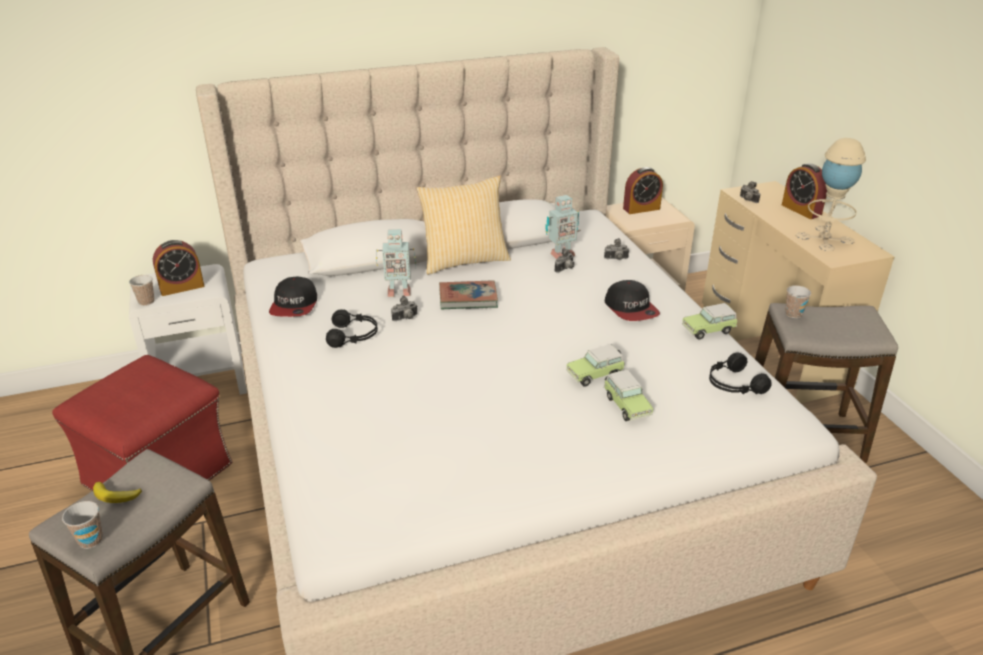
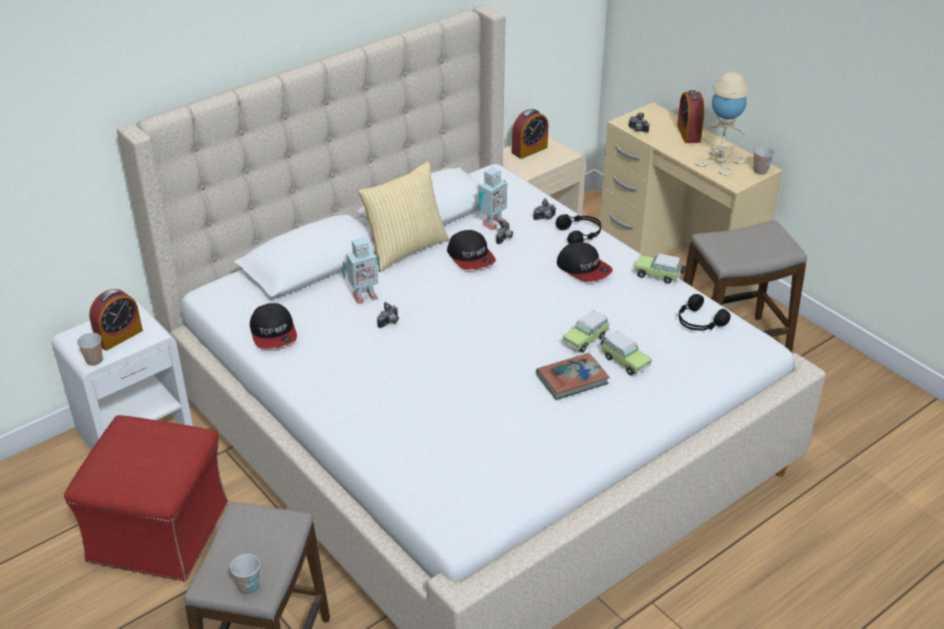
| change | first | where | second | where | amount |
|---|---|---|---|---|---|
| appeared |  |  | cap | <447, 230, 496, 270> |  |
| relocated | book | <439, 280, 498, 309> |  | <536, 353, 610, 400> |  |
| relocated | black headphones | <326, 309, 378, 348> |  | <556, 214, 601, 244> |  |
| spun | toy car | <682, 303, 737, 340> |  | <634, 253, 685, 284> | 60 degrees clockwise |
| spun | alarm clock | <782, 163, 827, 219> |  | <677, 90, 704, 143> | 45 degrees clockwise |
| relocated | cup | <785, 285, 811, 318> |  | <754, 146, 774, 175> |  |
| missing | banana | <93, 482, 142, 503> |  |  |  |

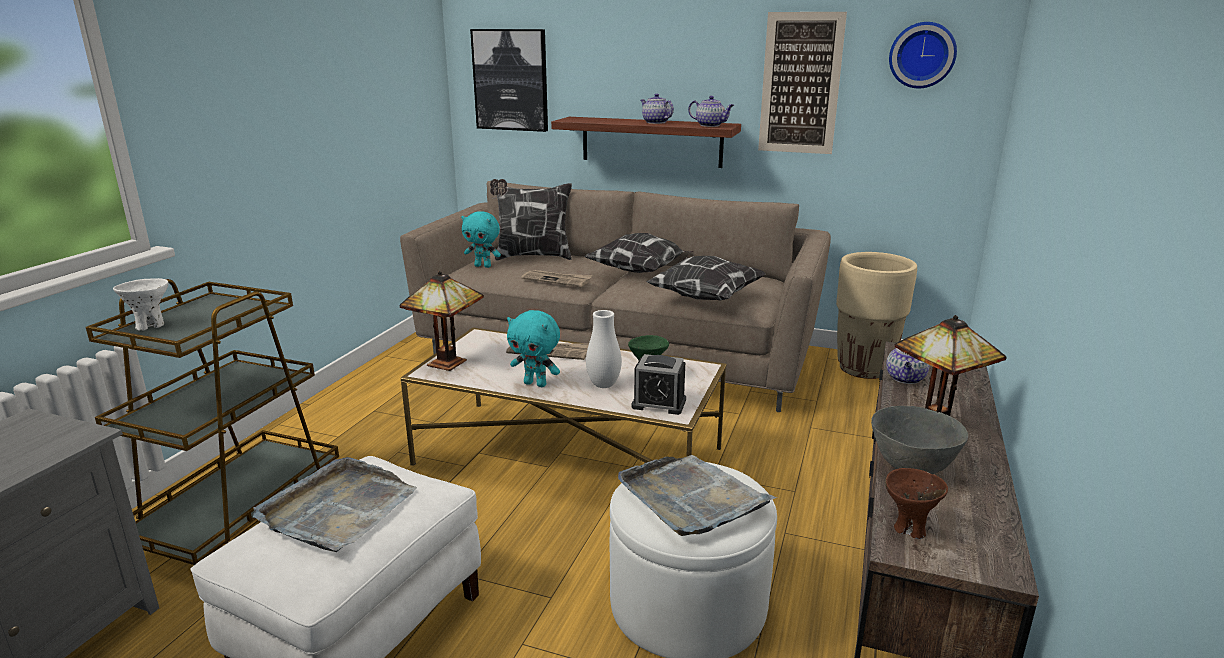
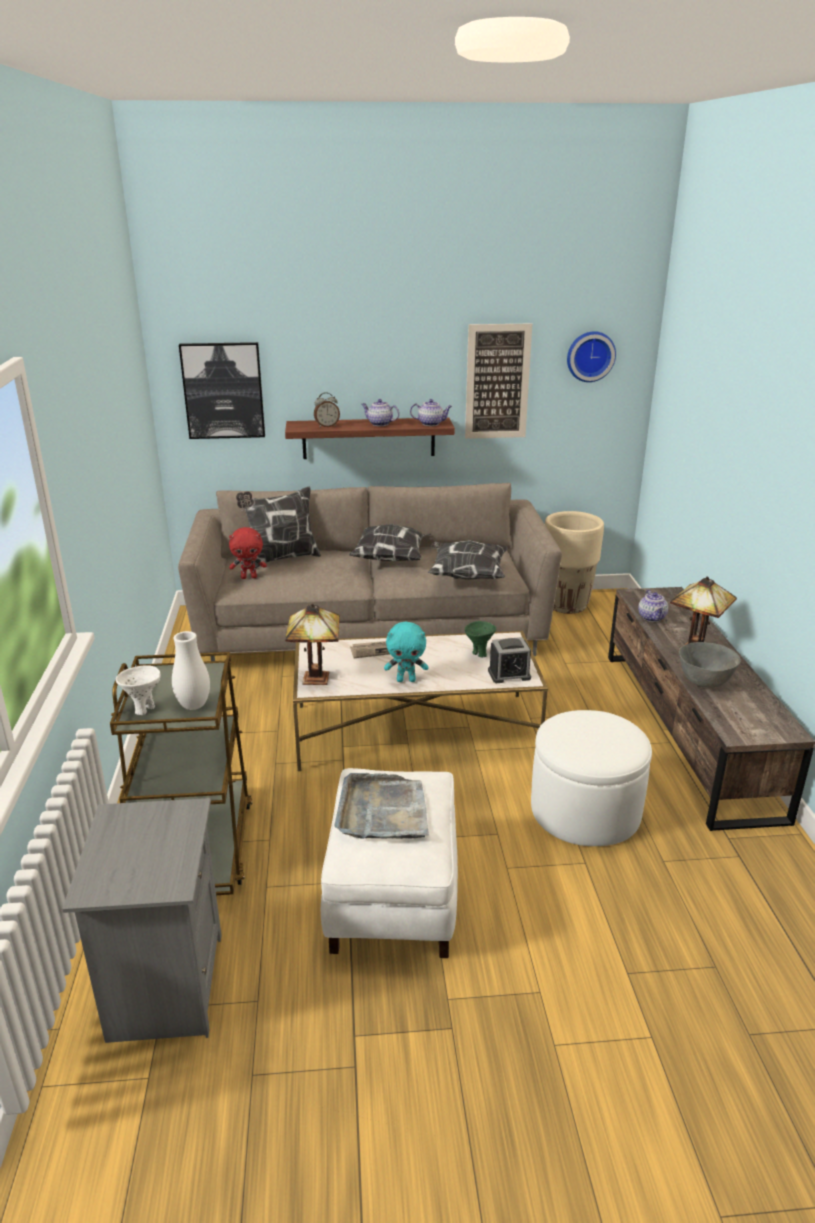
| change | first | where | second | where | amount |
|---|---|---|---|---|---|
| relocated | white vase | <586, 310, 622, 388> |  | <172, 631, 210, 710> |  |
| colour | turquoise plush toy | <461, 211, 501, 268> | red plush toy | <229, 527, 267, 579> |  |
| appeared |  |  | alarm clock | <314, 392, 340, 427> |  |
| missing | newspaper | <521, 270, 592, 287> |  |  |  |
| missing | grey tray | <618, 455, 777, 536> |  |  |  |
| missing | brown bowl | <885, 468, 948, 539> |  |  |  |

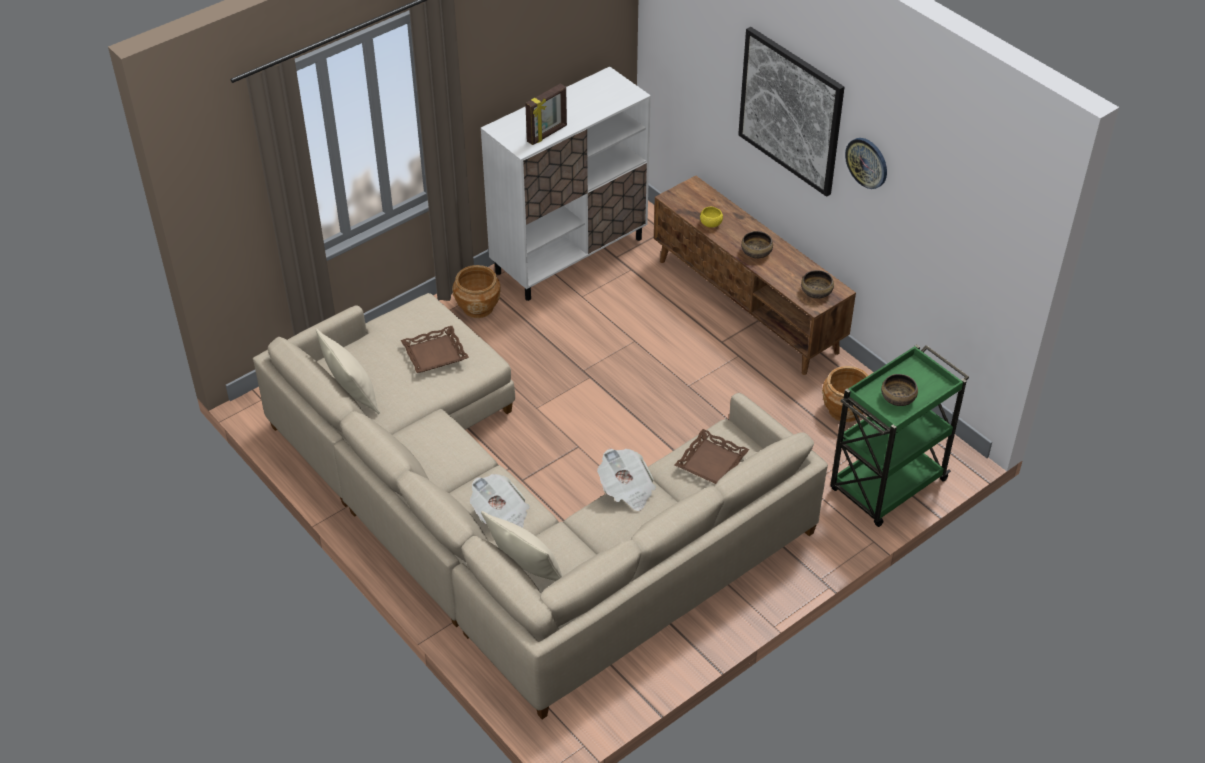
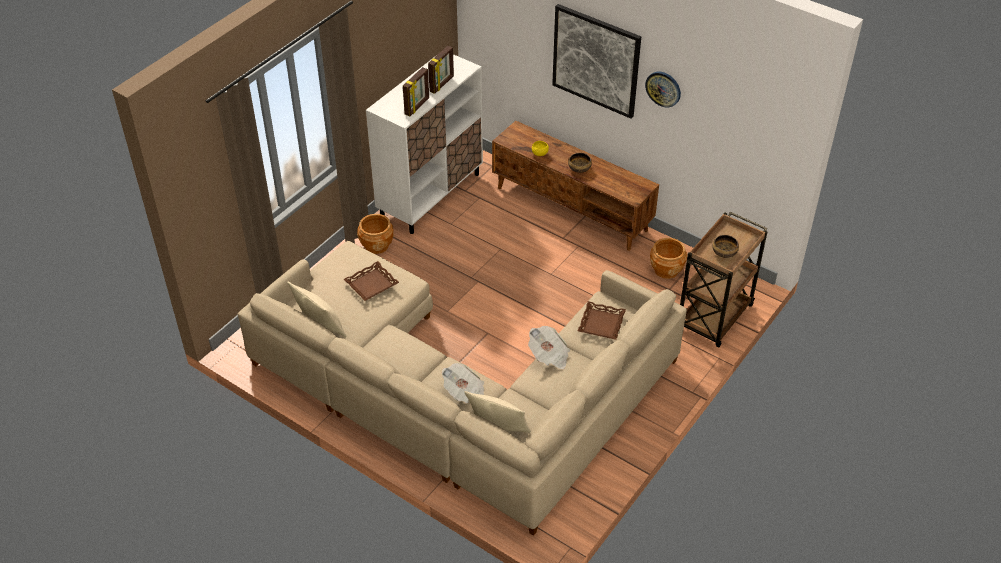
| change | first | where | second | where | amount |
|---|---|---|---|---|---|
| appeared |  |  | picture frame | <428, 46, 454, 94> |  |
| colour | green cart | <831, 344, 969, 527> | brown cart | <680, 212, 768, 348> |  |
| missing | bowl | <801, 270, 834, 299> |  |  |  |

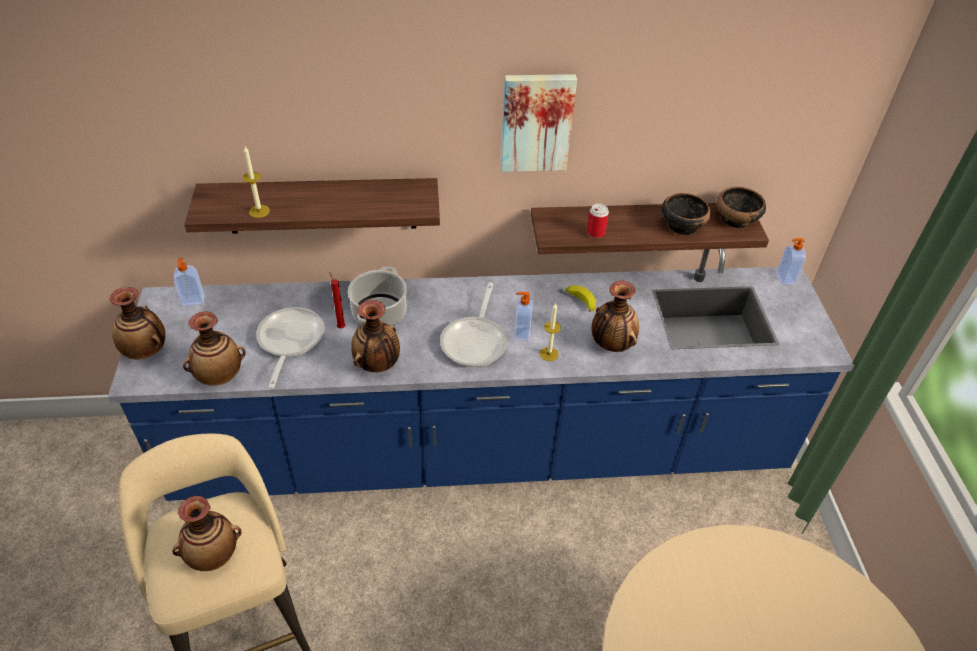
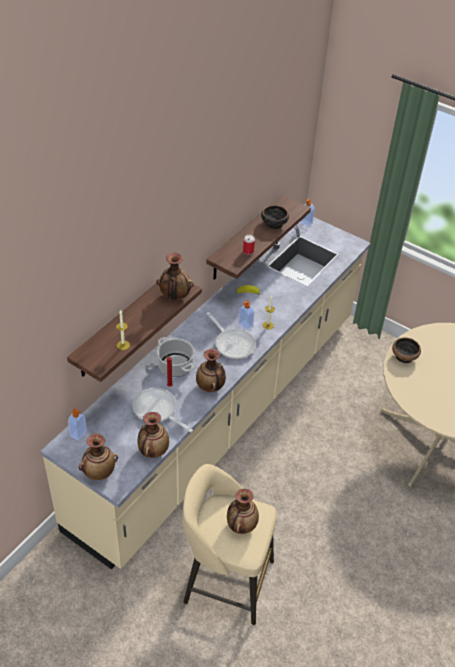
| change | first | where | second | where | amount |
|---|---|---|---|---|---|
| colour | blue counter | <108, 249, 854, 501> | beige counter | <40, 217, 371, 569> |  |
| relocated | vase | <592, 281, 639, 352> |  | <156, 253, 194, 300> |  |
| relocated | bowl | <717, 187, 766, 229> |  | <392, 337, 421, 363> |  |
| missing | picture | <501, 74, 577, 172> |  |  |  |

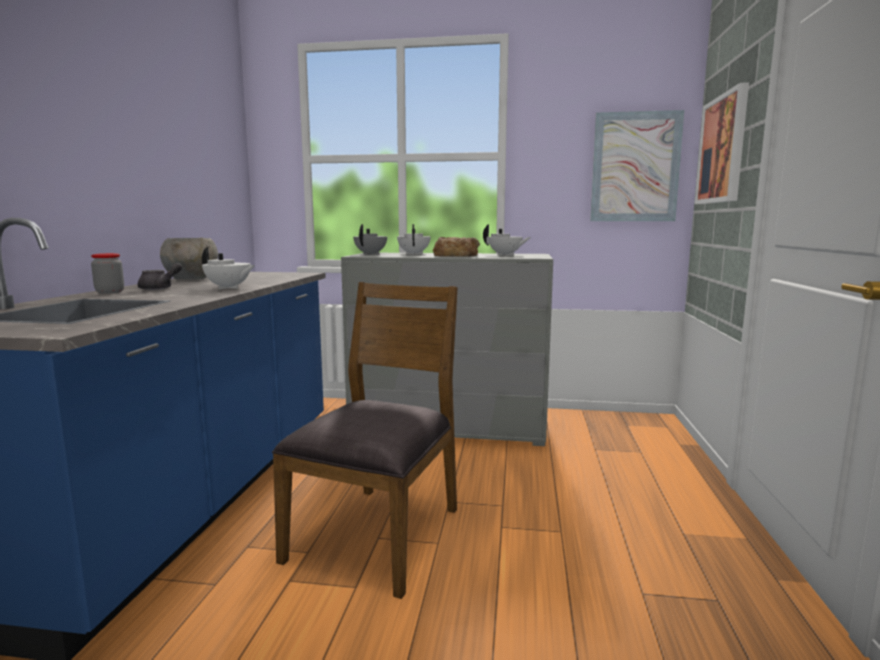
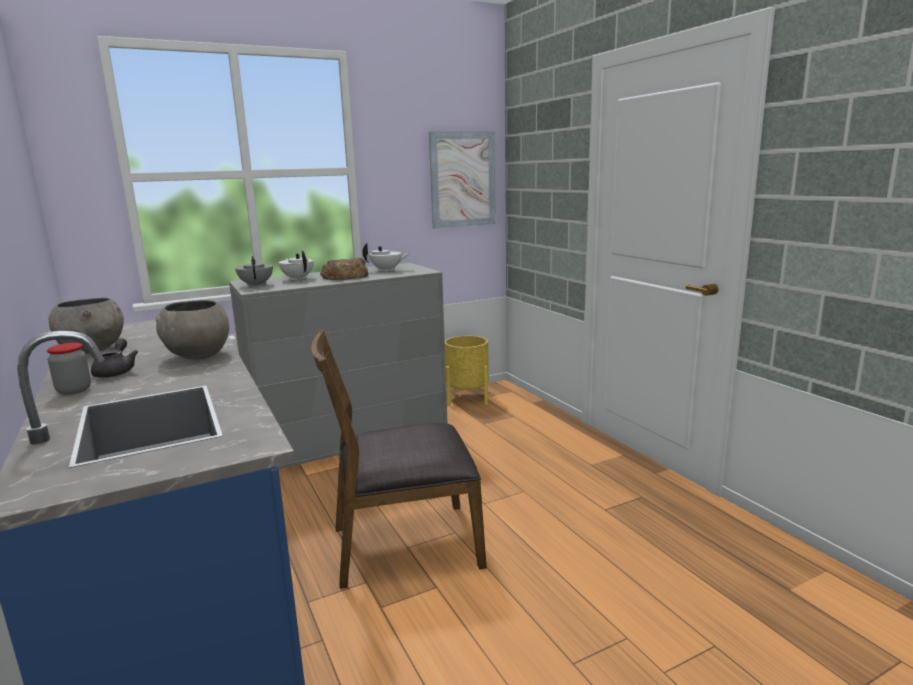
| change | first | where | second | where | amount |
|---|---|---|---|---|---|
| exchanged | white teapot | <202, 247, 255, 289> | grey bowl | <155, 300, 229, 360> |  |
| spun | brown chair | <272, 282, 458, 599> |  | <311, 330, 487, 589> | 90 degrees counterclockwise |
| appeared |  |  | yellow planter | <445, 335, 489, 406> |  |
| missing | picture | <695, 82, 749, 204> |  |  |  |

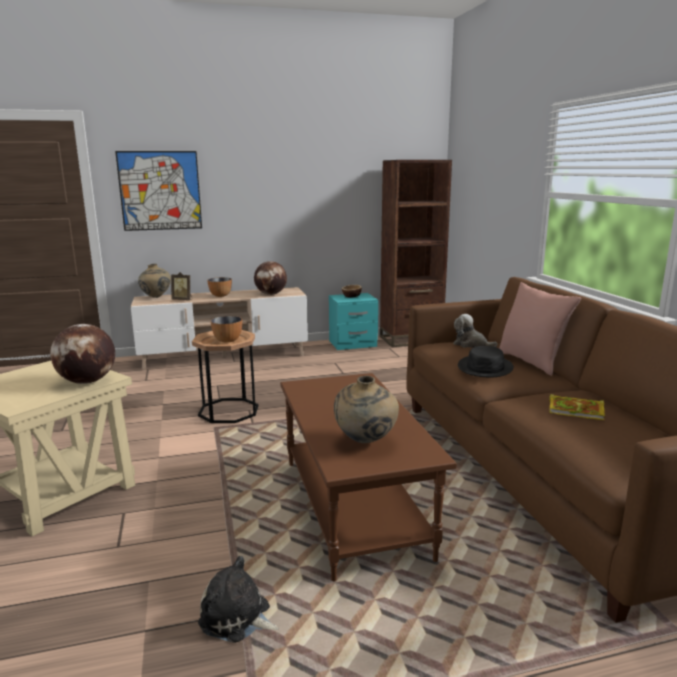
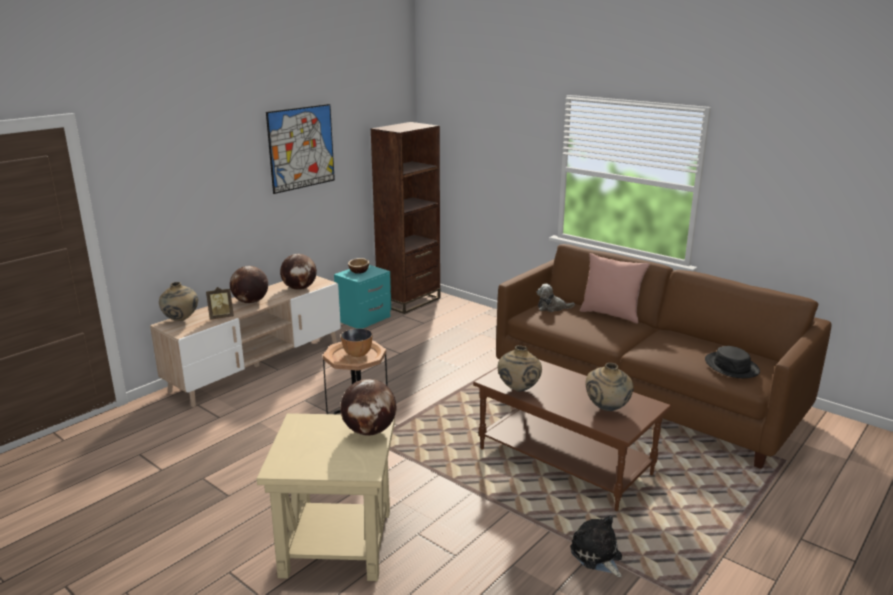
| change | first | where | second | where | amount |
|---|---|---|---|---|---|
| exchanged | bowl | <207, 277, 232, 297> | globe | <230, 266, 268, 304> |  |
| relocated | picture | <115, 151, 202, 231> |  | <266, 104, 335, 194> |  |
| appeared |  |  | beige vase | <498, 345, 542, 392> |  |
| spun | plush toy | <198, 556, 279, 643> |  | <570, 516, 622, 577> | 75 degrees clockwise |
| relocated | black hat | <458, 346, 514, 378> |  | <705, 346, 760, 378> |  |
| missing | book | <549, 394, 605, 420> |  |  |  |

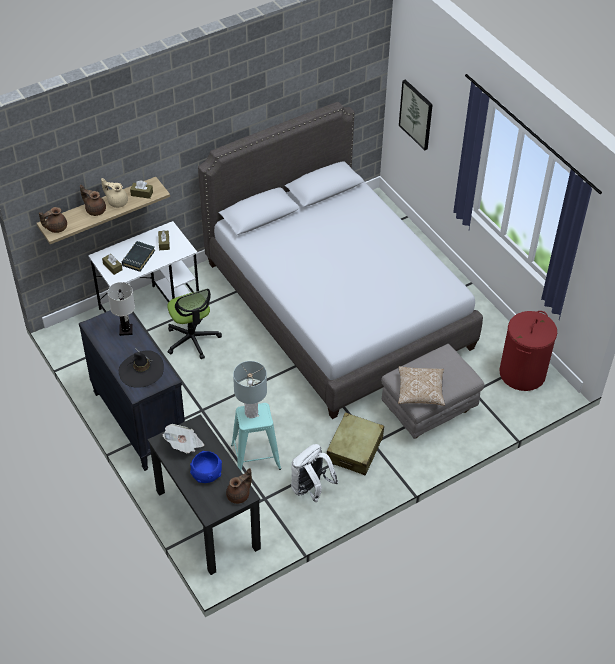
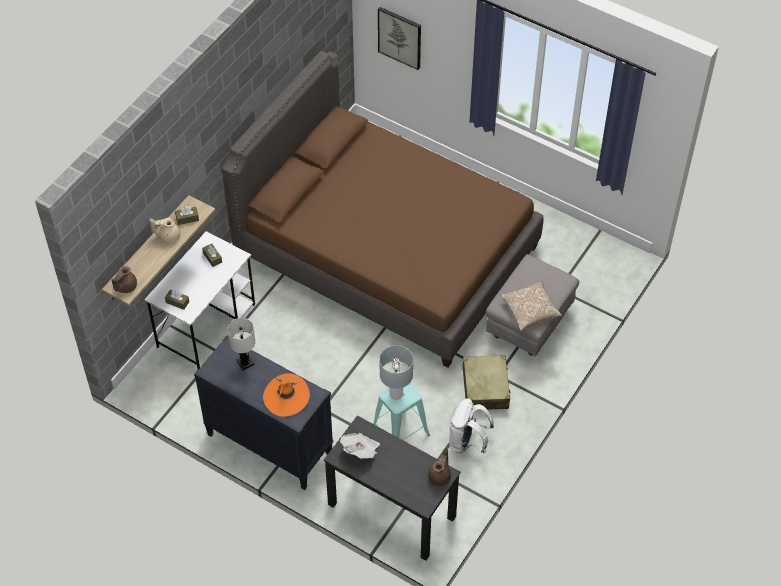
| change | first | where | second | where | amount |
|---|---|---|---|---|---|
| colour | grey bed | <198, 102, 483, 419> | brown bed | <222, 51, 544, 367> |  |
| colour | black hat | <119, 348, 164, 388> | orange hat | <263, 373, 310, 417> |  |
| missing | brown teapot | <80, 185, 106, 216> |  |  |  |
| missing | black book | <122, 241, 155, 272> |  |  |  |
| missing | office chair | <167, 288, 222, 359> |  |  |  |
| missing | blue bowl | <190, 451, 222, 483> |  |  |  |
| missing | red laundry basket | <500, 311, 557, 391> |  |  |  |

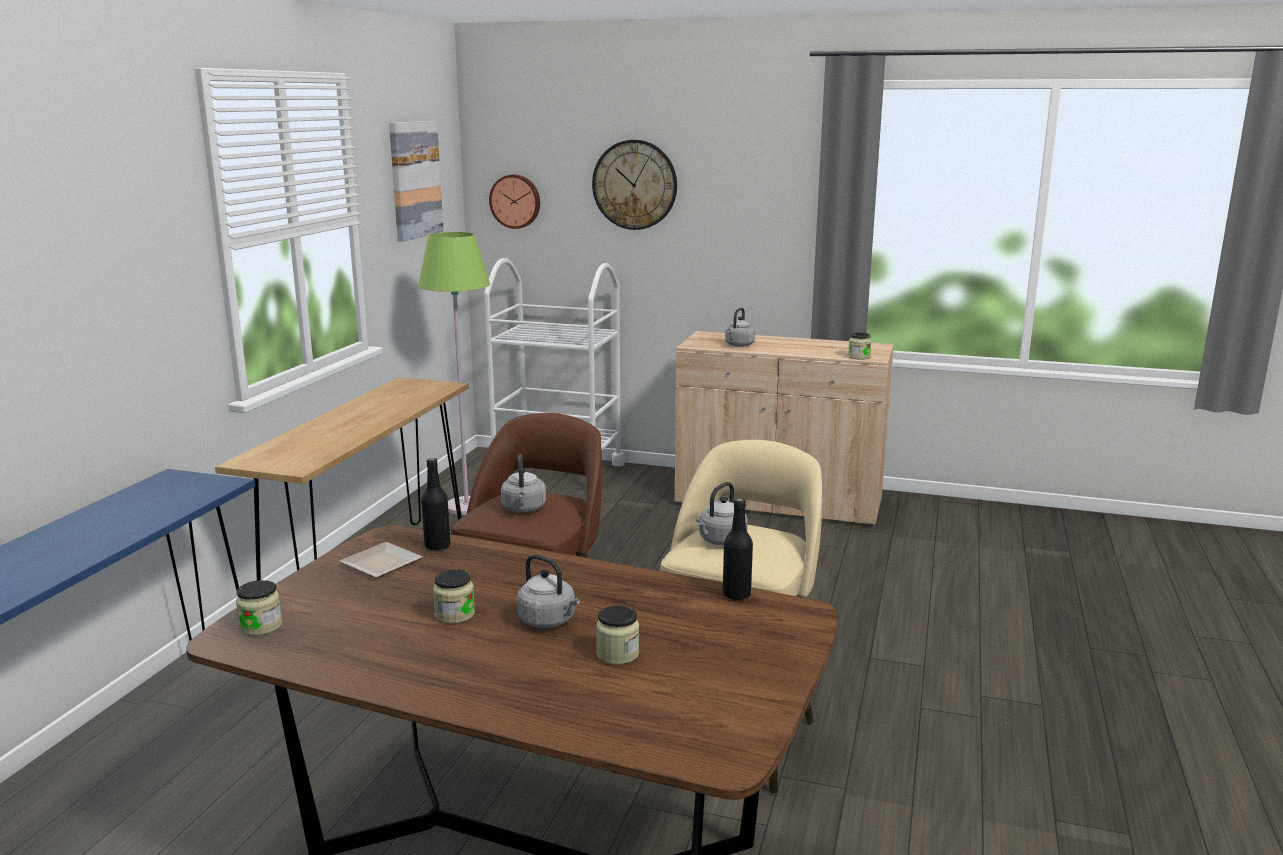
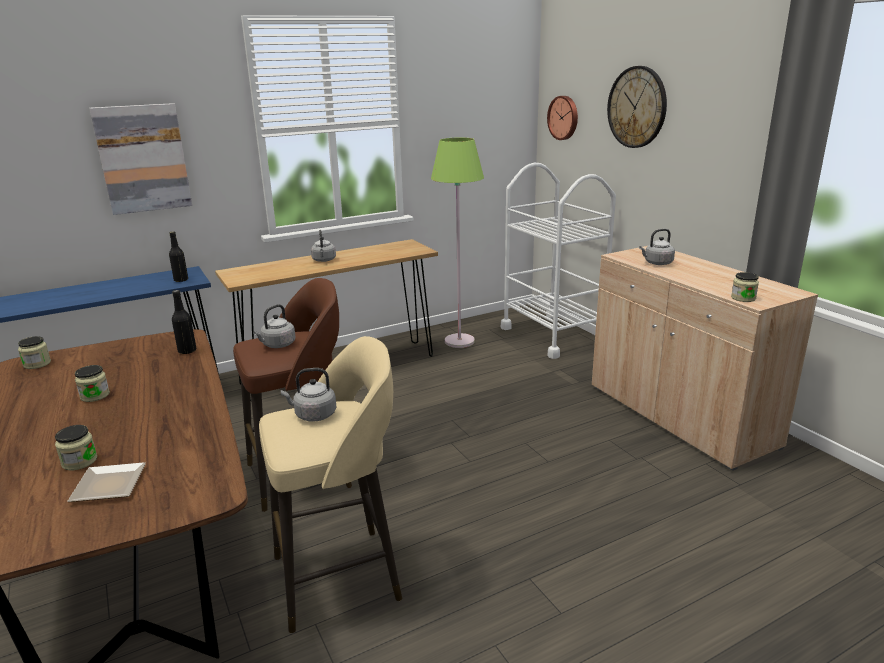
| change | first | where | second | where | amount |
|---|---|---|---|---|---|
| relocated | plate | <339, 542, 423, 578> |  | <67, 462, 146, 502> |  |
| relocated | picture | <389, 121, 444, 241> |  | <89, 103, 192, 215> |  |
| relocated | black bottle | <723, 498, 753, 600> |  | <169, 231, 188, 282> |  |
| relocated | grey kettle | <517, 554, 580, 628> |  | <311, 230, 336, 262> |  |

